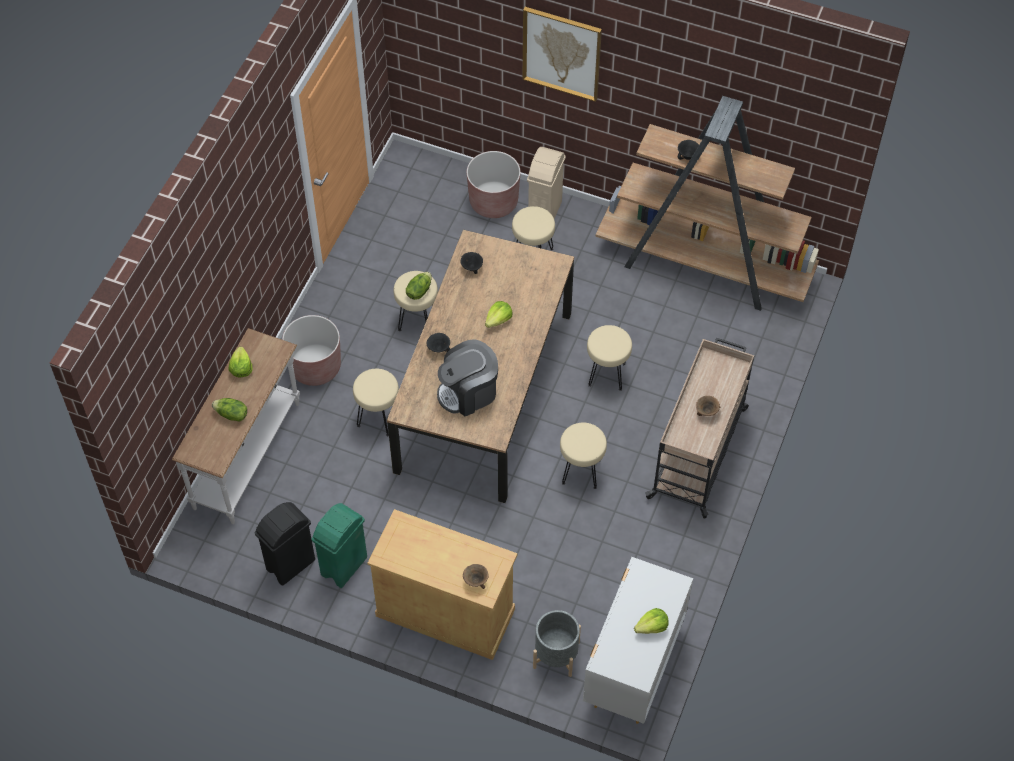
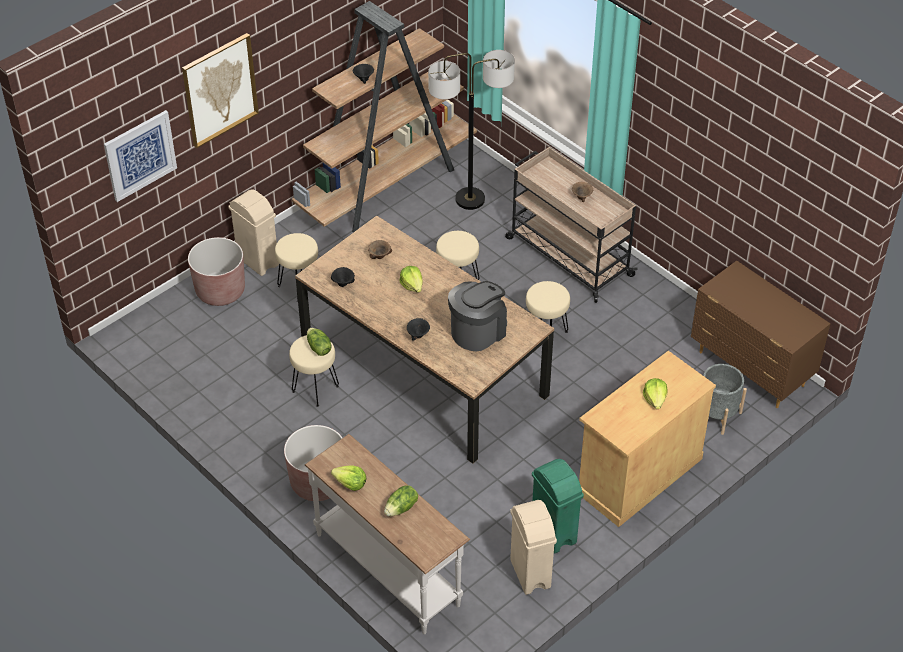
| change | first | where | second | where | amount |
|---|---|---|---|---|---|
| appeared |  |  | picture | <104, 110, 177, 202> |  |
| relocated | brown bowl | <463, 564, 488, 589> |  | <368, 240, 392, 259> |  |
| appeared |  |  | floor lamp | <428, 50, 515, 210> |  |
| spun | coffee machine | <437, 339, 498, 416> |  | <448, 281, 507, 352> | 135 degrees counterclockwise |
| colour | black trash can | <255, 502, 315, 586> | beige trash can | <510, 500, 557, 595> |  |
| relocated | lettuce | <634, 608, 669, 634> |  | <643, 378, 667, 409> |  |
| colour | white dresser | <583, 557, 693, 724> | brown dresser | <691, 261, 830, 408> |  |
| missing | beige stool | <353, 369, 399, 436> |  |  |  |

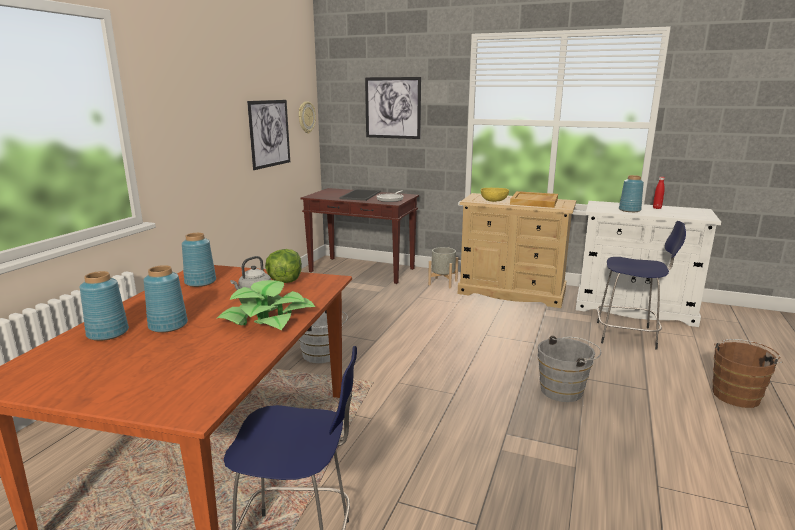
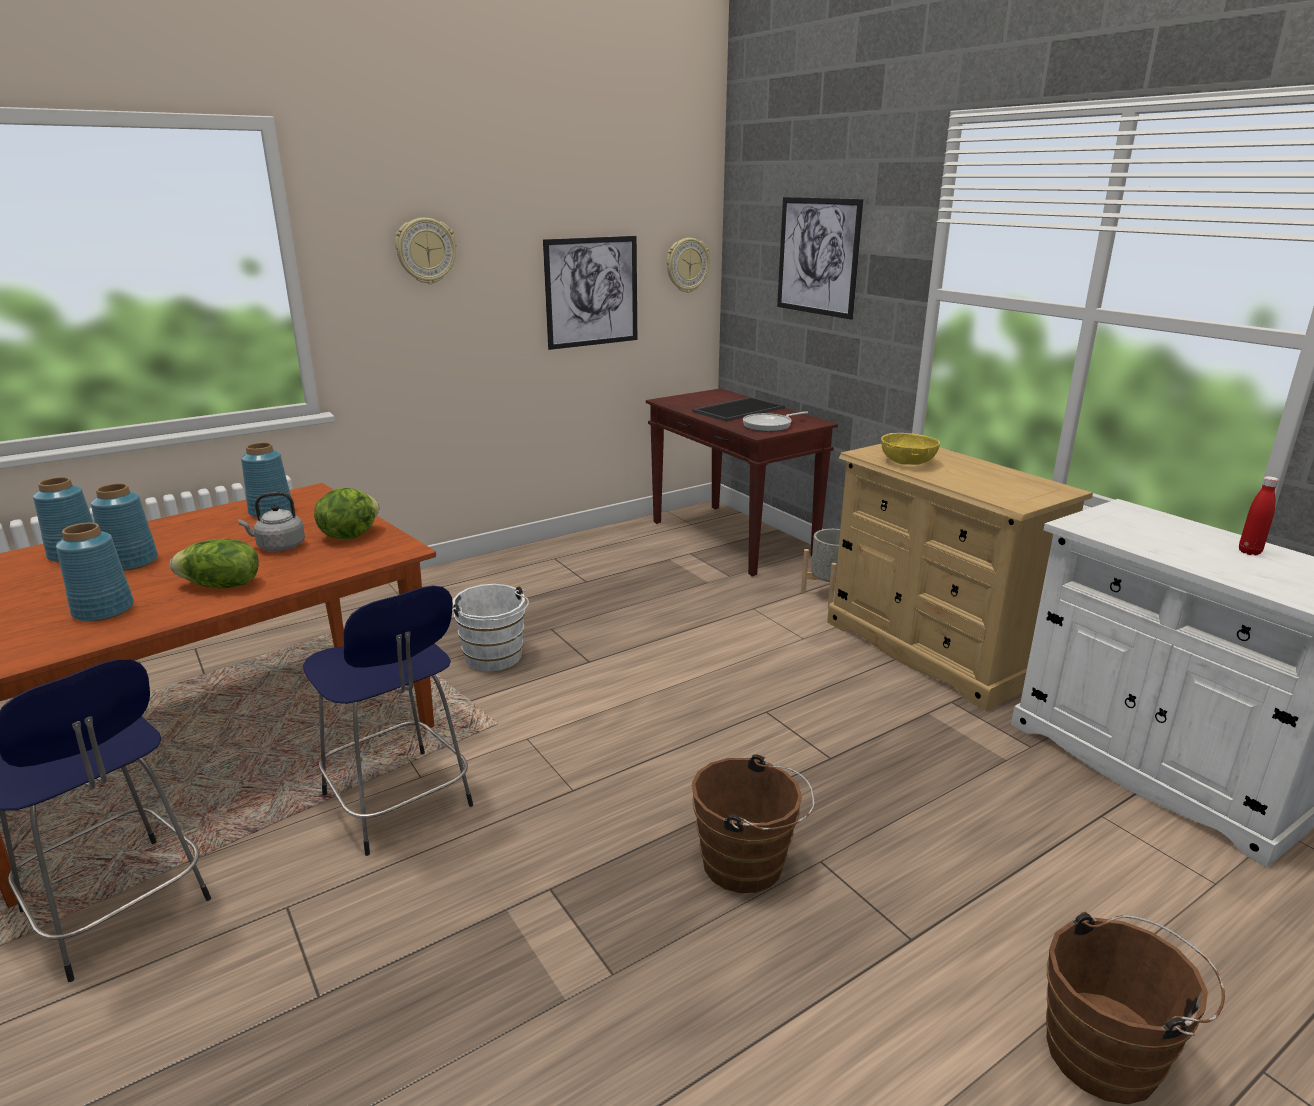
| change | first | where | second | where | amount |
|---|---|---|---|---|---|
| relocated | blue vase | <619, 175, 644, 212> |  | <56, 523, 134, 622> |  |
| exchanged | potted plant | <216, 280, 315, 330> | lettuce | <170, 539, 259, 589> |  |
| relocated | blue stool | <597, 221, 686, 350> |  | <303, 586, 473, 856> |  |
| appeared |  |  | wall clock | <395, 218, 457, 284> |  |
| colour | grey bucket | <537, 336, 601, 402> | brown bucket | <692, 754, 814, 893> |  |
| missing | beige tray | <510, 191, 558, 208> |  |  |  |

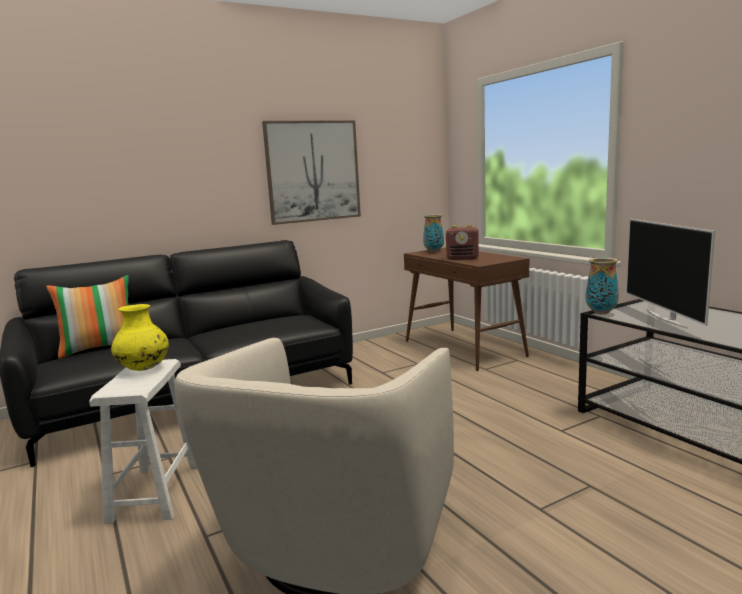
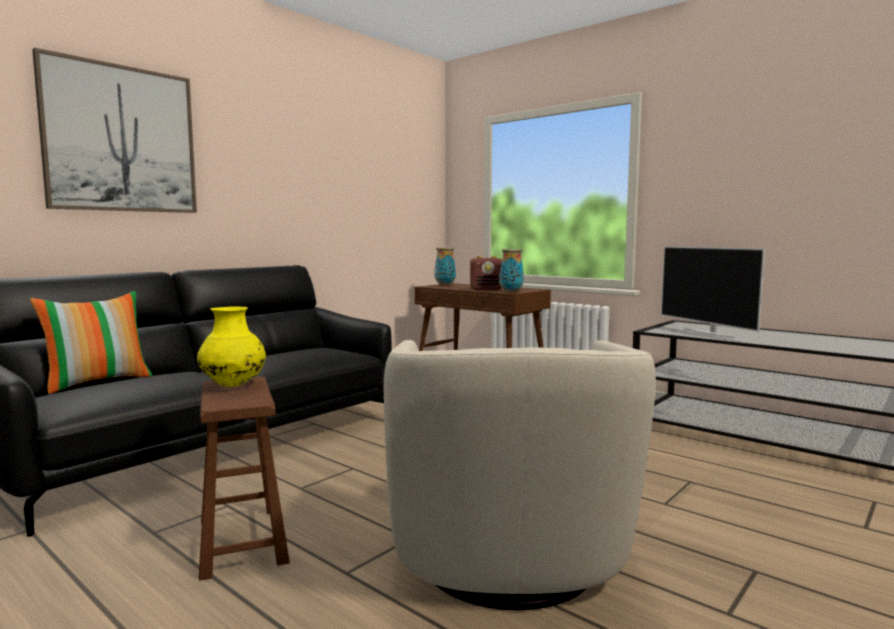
| change | first | where | second | where | amount |
|---|---|---|---|---|---|
| relocated | picture | <262, 120, 361, 225> |  | <32, 48, 197, 213> |  |
| colour | white stool | <89, 359, 198, 524> | brown stool | <198, 376, 290, 580> |  |
| relocated | vase | <586, 258, 619, 315> |  | <499, 249, 524, 293> |  |

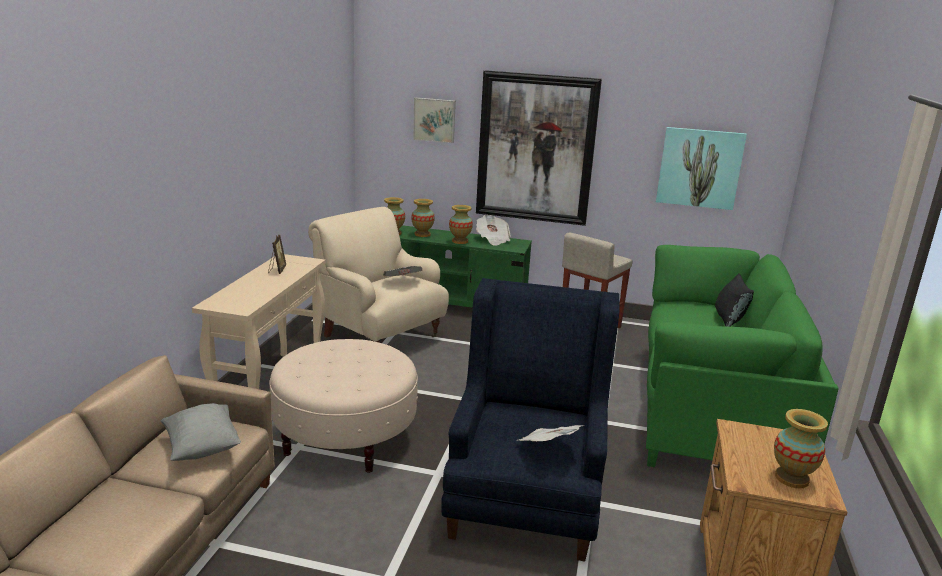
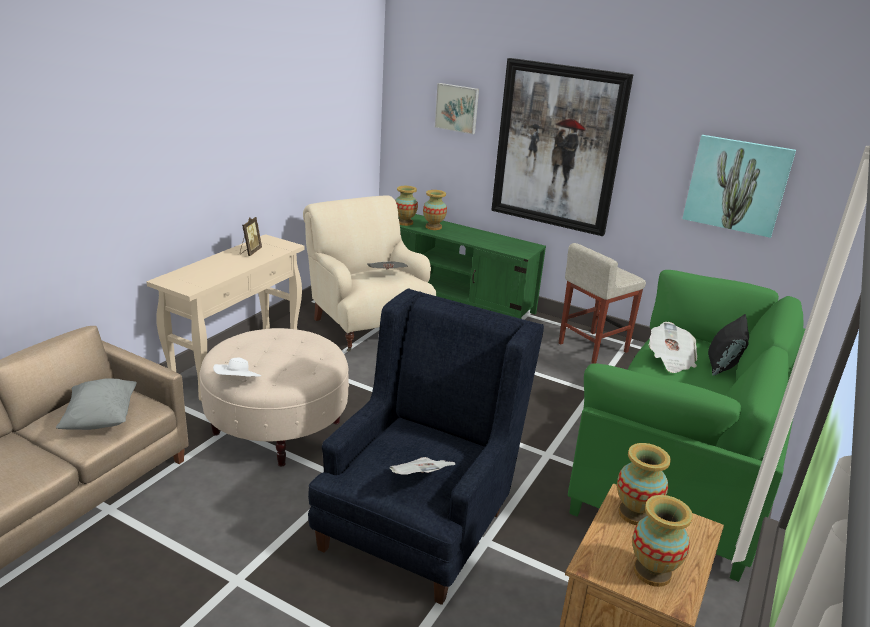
| change | first | where | second | where | amount |
|---|---|---|---|---|---|
| appeared |  |  | white hat | <213, 358, 261, 377> |  |
| relocated | vase | <449, 205, 473, 244> |  | <617, 443, 671, 525> |  |
| relocated | newspaper | <476, 215, 511, 246> |  | <649, 322, 697, 373> |  |

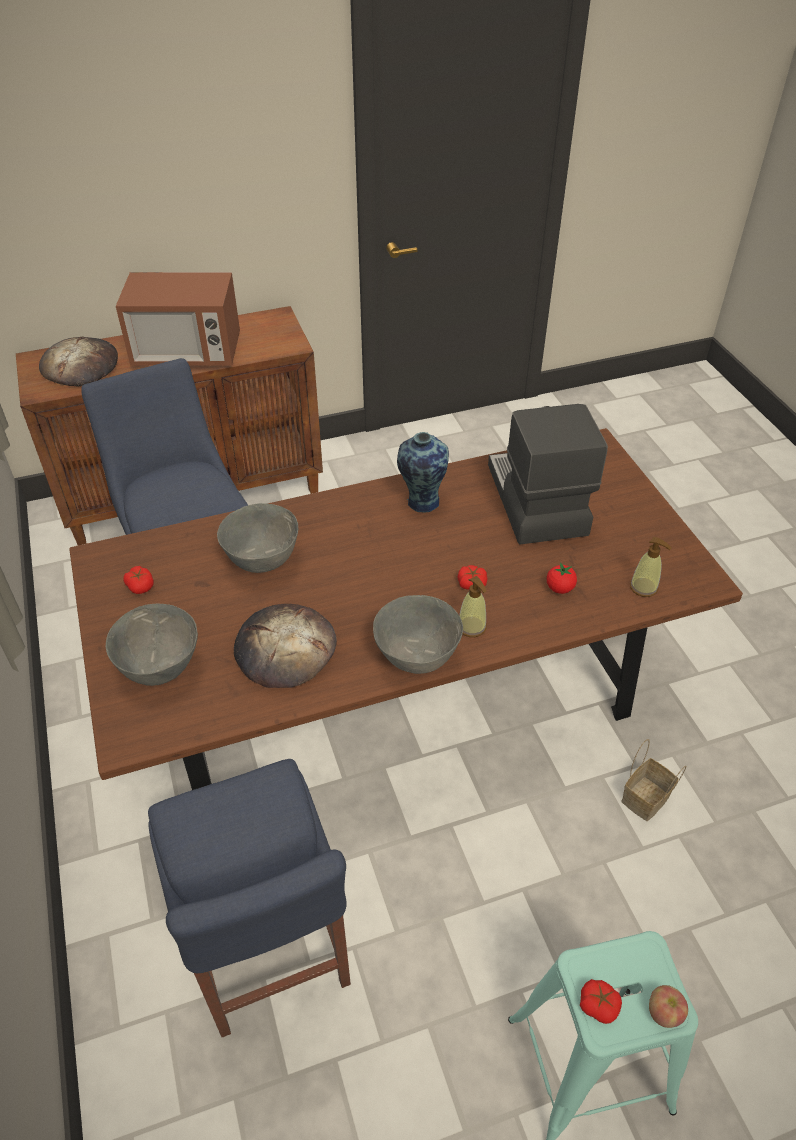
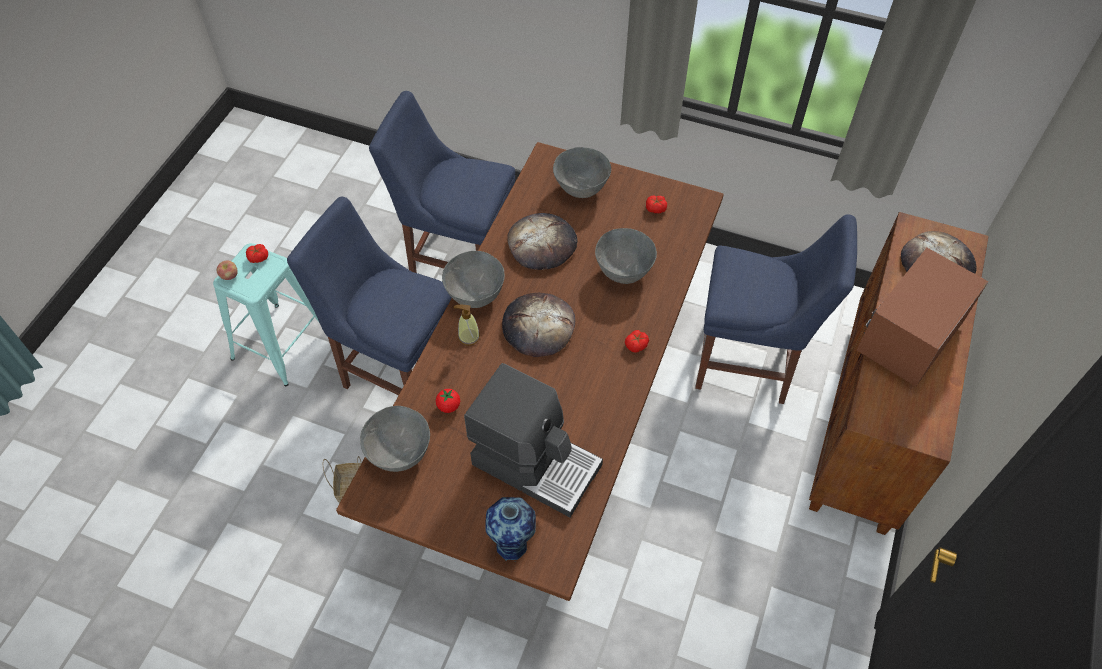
| change | first | where | second | where | amount |
|---|---|---|---|---|---|
| appeared |  |  | blue chair | <287, 197, 452, 395> |  |
| exchanged | soap dispenser | <630, 537, 672, 597> | grey bowl | <360, 406, 430, 472> |  |
| relocated | vase | <397, 432, 449, 512> |  | <485, 497, 536, 562> |  |
| appeared |  |  | bread | <502, 293, 575, 357> |  |
| relocated | tomato | <457, 565, 487, 590> |  | <625, 330, 649, 353> |  |

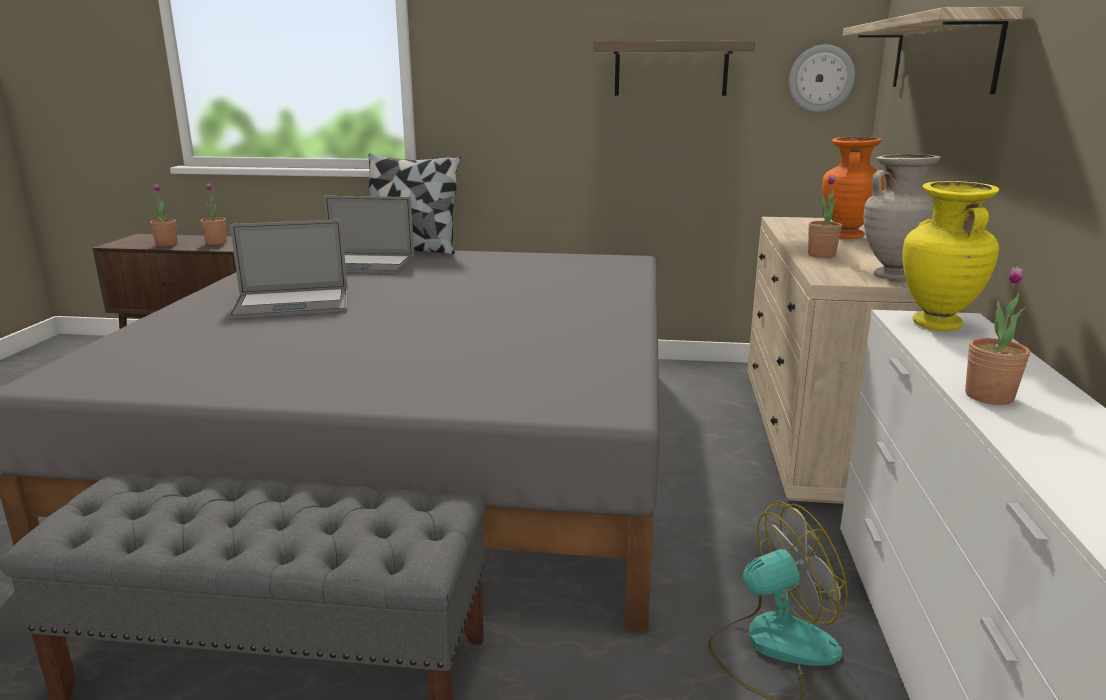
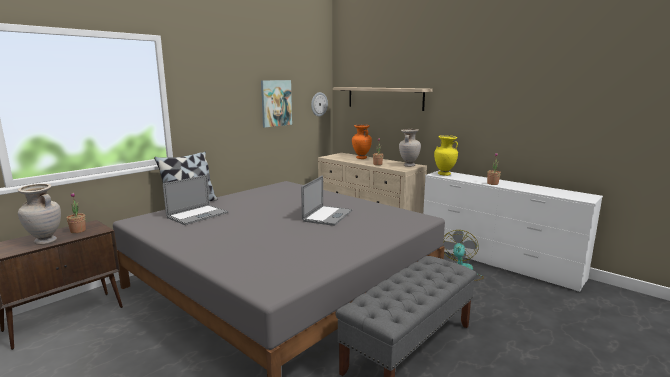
| change | first | where | second | where | amount |
|---|---|---|---|---|---|
| exchanged | potted plant | <150, 184, 177, 246> | beige vase | <18, 184, 61, 245> |  |
| exchanged | shelf | <594, 40, 755, 96> | picture | <261, 80, 292, 127> |  |
| relocated | laptop | <229, 220, 348, 319> |  | <301, 175, 353, 226> |  |

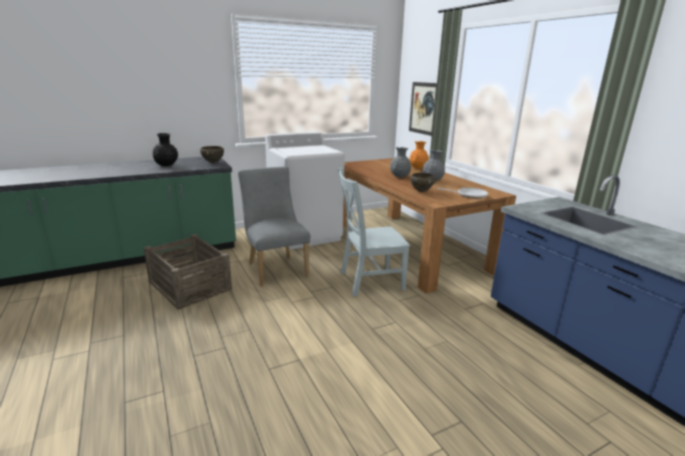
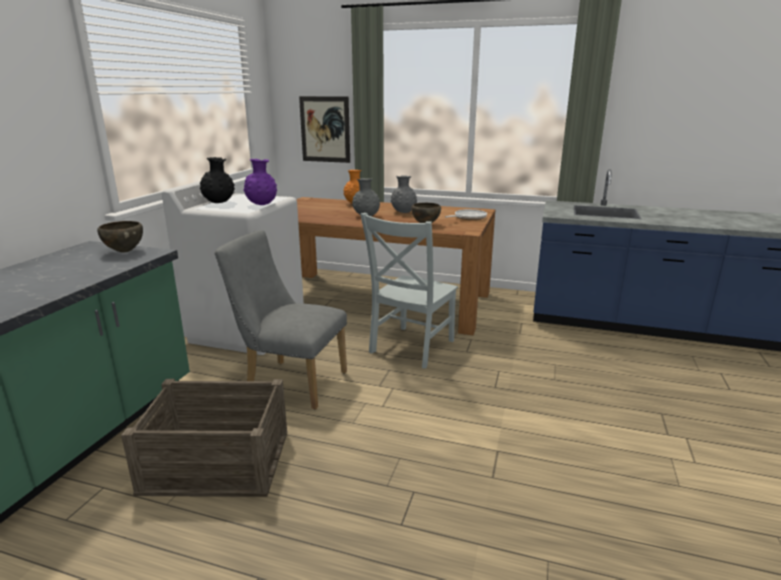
| change | first | where | second | where | amount |
|---|---|---|---|---|---|
| relocated | black vase | <153, 133, 178, 166> |  | <200, 157, 235, 203> |  |
| appeared |  |  | purple vase | <243, 159, 277, 205> |  |

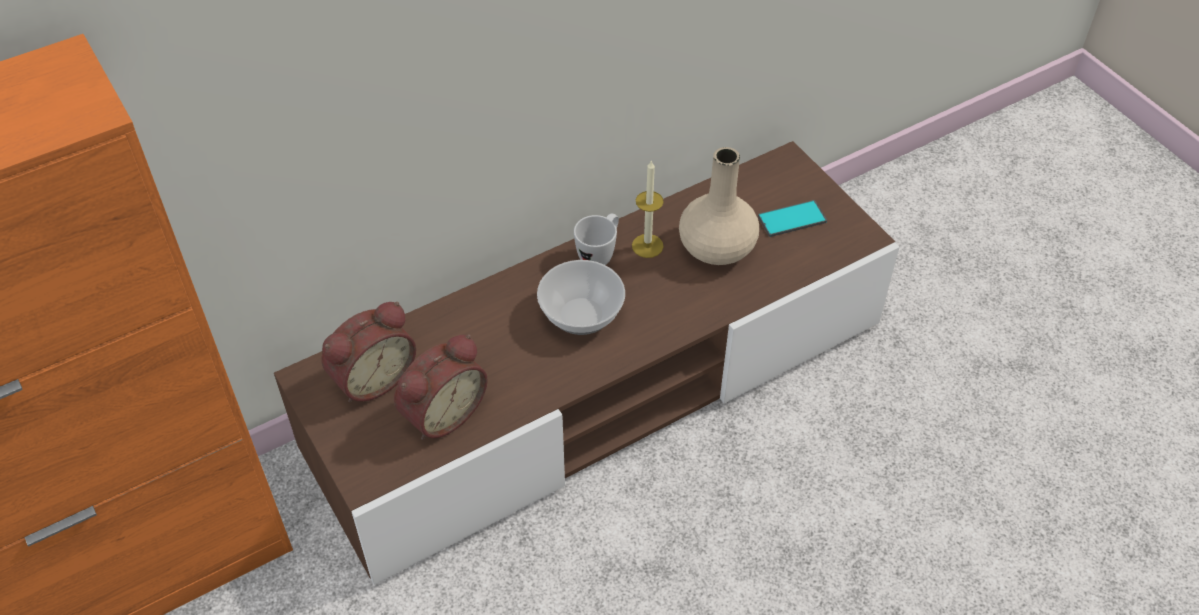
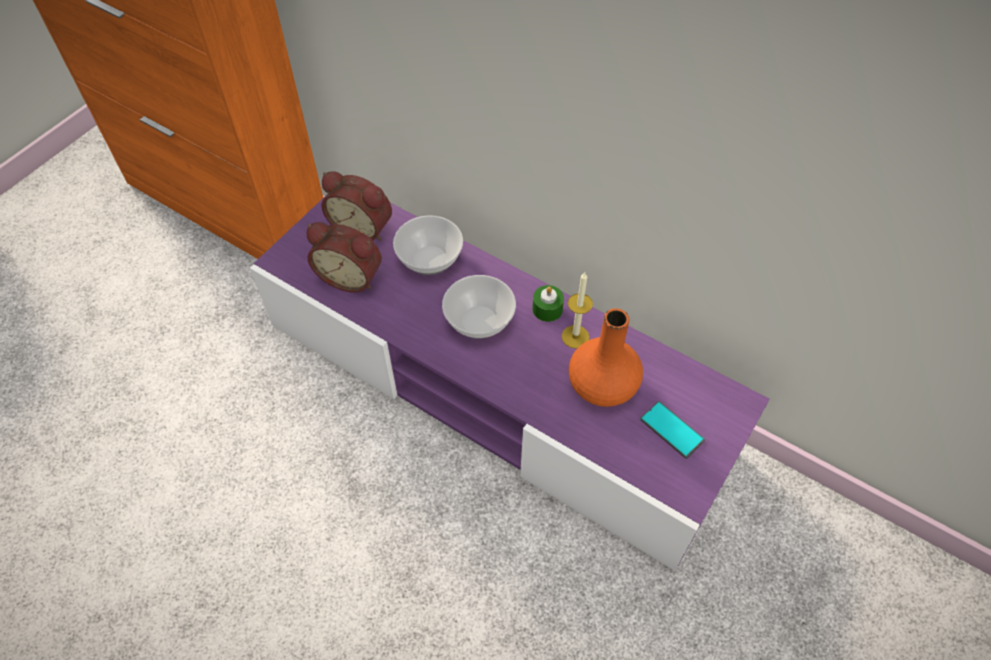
| change | first | where | second | where | amount |
|---|---|---|---|---|---|
| colour | brown tv stand | <274, 141, 900, 585> | purple tv stand | <250, 197, 770, 571> |  |
| appeared |  |  | bowl | <393, 215, 463, 275> |  |
| exchanged | white mug | <574, 213, 619, 265> | green candle | <532, 285, 564, 322> |  |
| colour | beige vase | <679, 147, 759, 265> | orange vase | <569, 308, 643, 407> |  |

